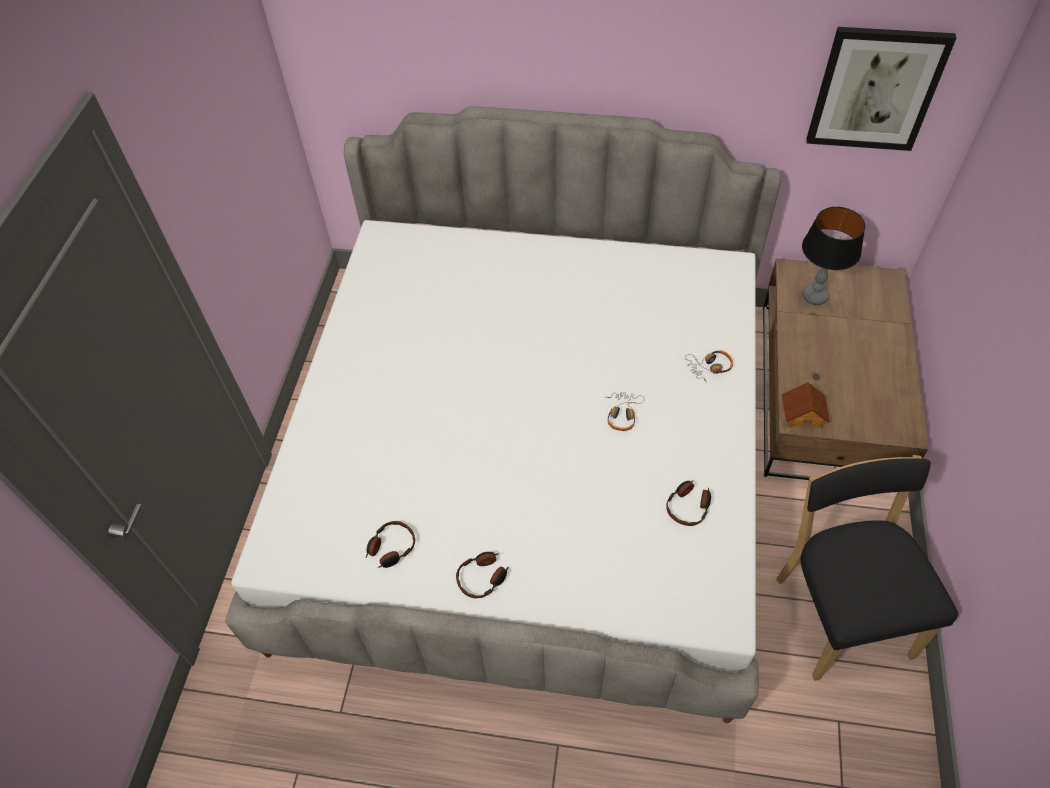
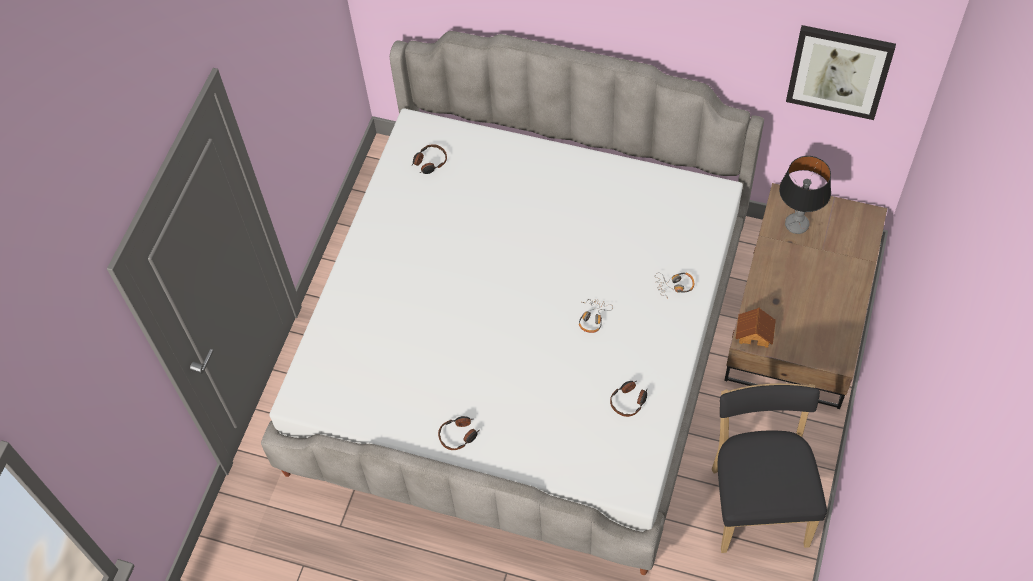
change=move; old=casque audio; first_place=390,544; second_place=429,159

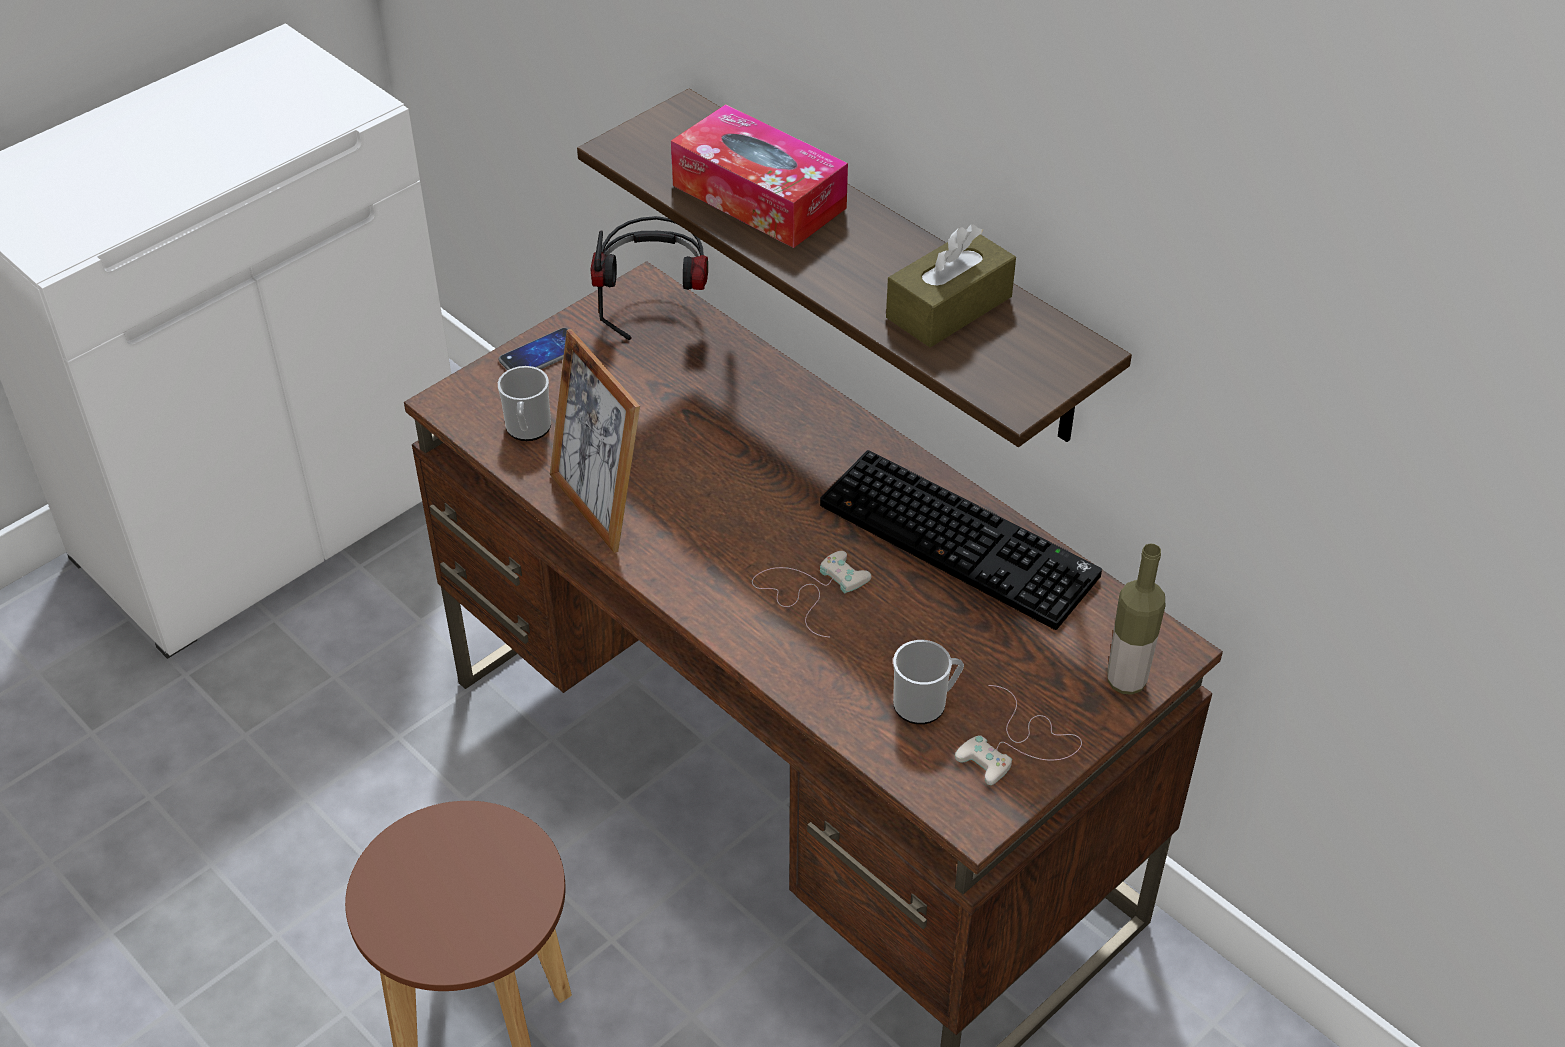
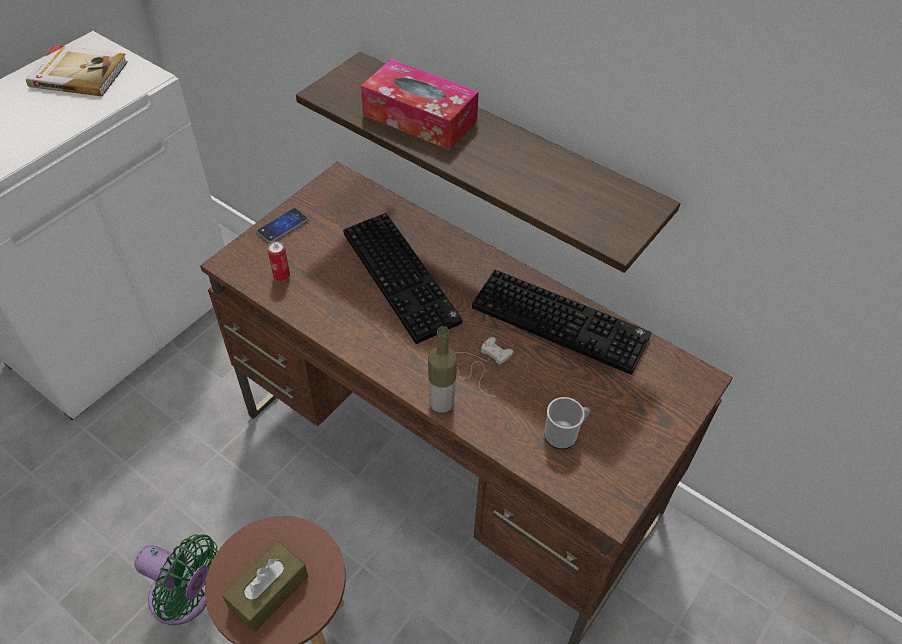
change=delete; old=casque audio; first_place=649,278
change=move; old=boîte à mouchoirs [marron]; first_place=951,285; second_place=265,586
change=delete; old=cadre photo; first_place=595,441
change=replace; old=mug; new=boîte métallique; first_place=524,403; second_place=279,261
change=move; old=bouteille; first_place=1136,619; second_place=442,370
change=delete; old=manette [blanc]; first_place=1018,735
change=insert; new=livre; second_place=77,70
change=insert; new=clavier; second_place=402,278
change=insert; new=ventilateur [vert]; second_place=176,579

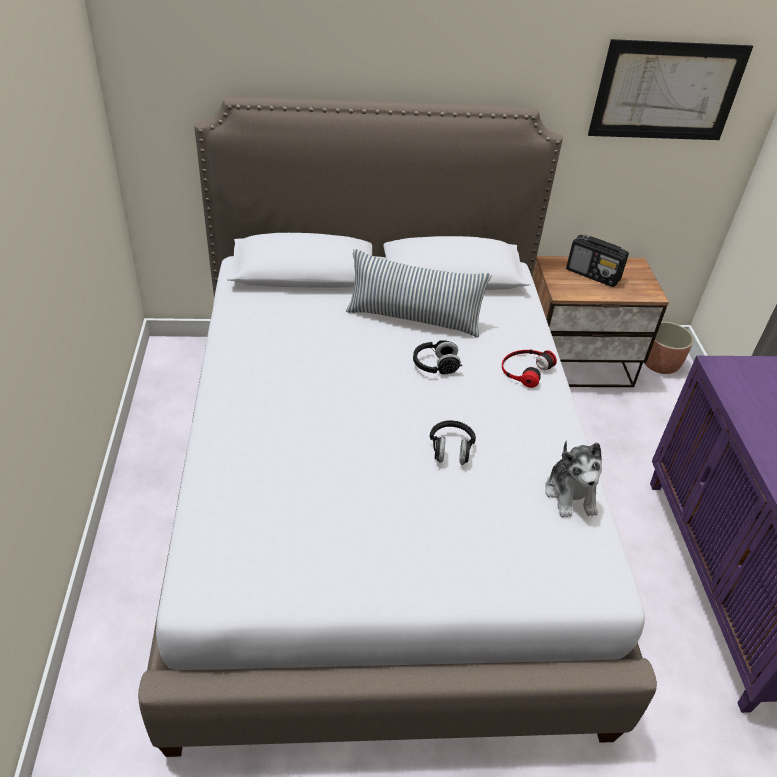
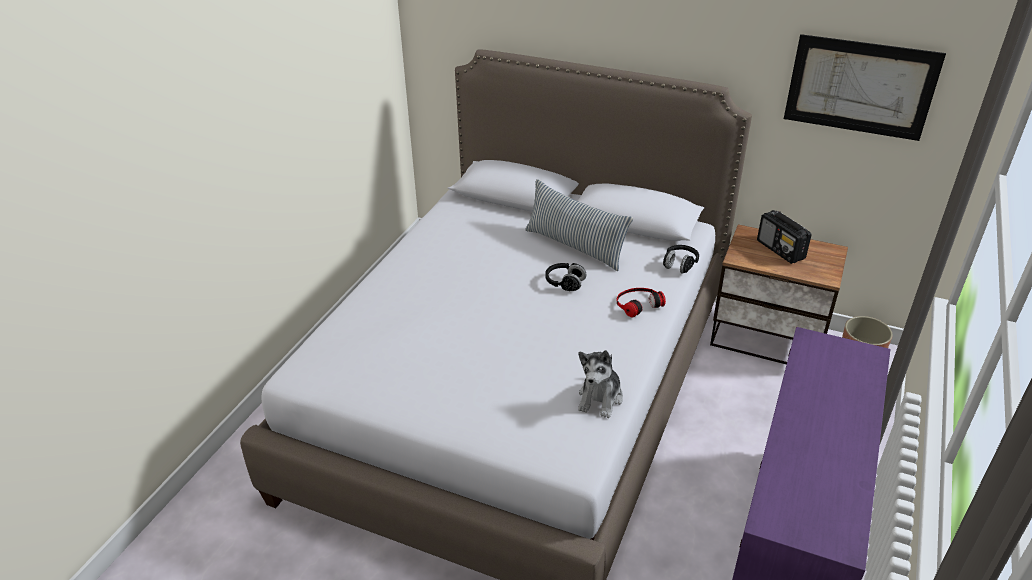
change=move; old=casque audio [noir]; first_place=453,442; second_place=681,259

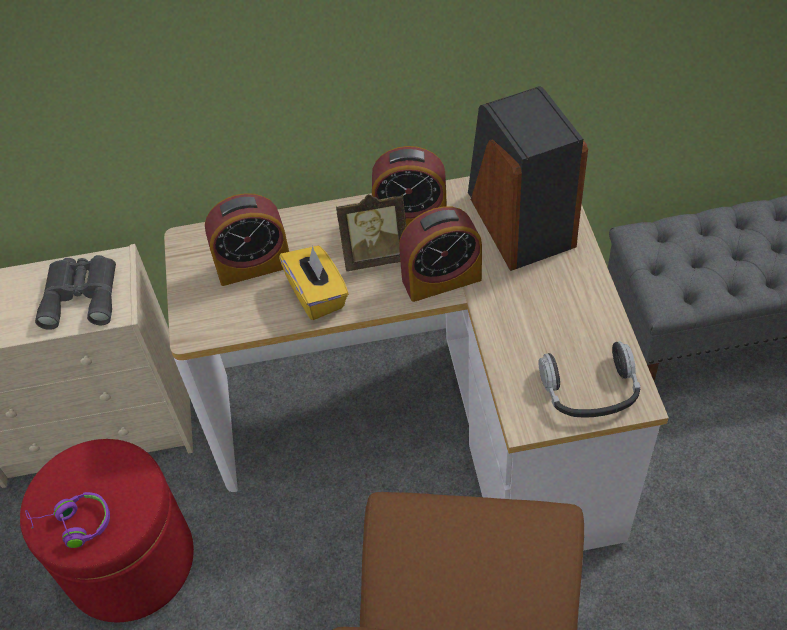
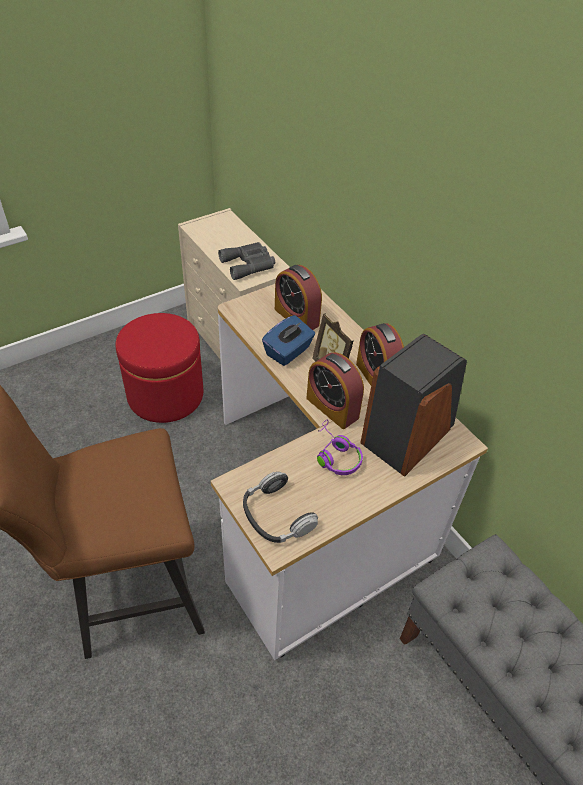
change=recolor; old=boîte à mouchoirs [jaune]; new=boîte à mouchoirs [bleu]; first_place=314,283; second_place=288,340
change=move; old=casque audio [violet]; first_place=67,520; second_place=340,447

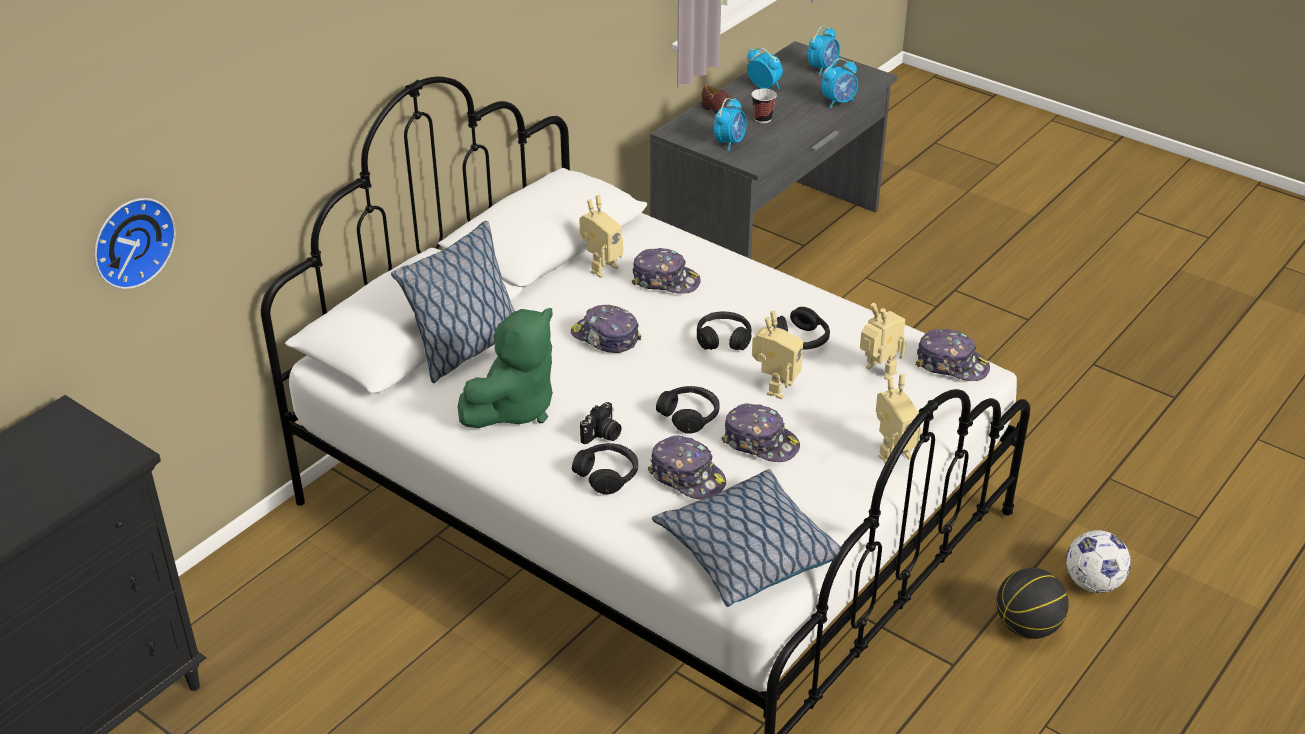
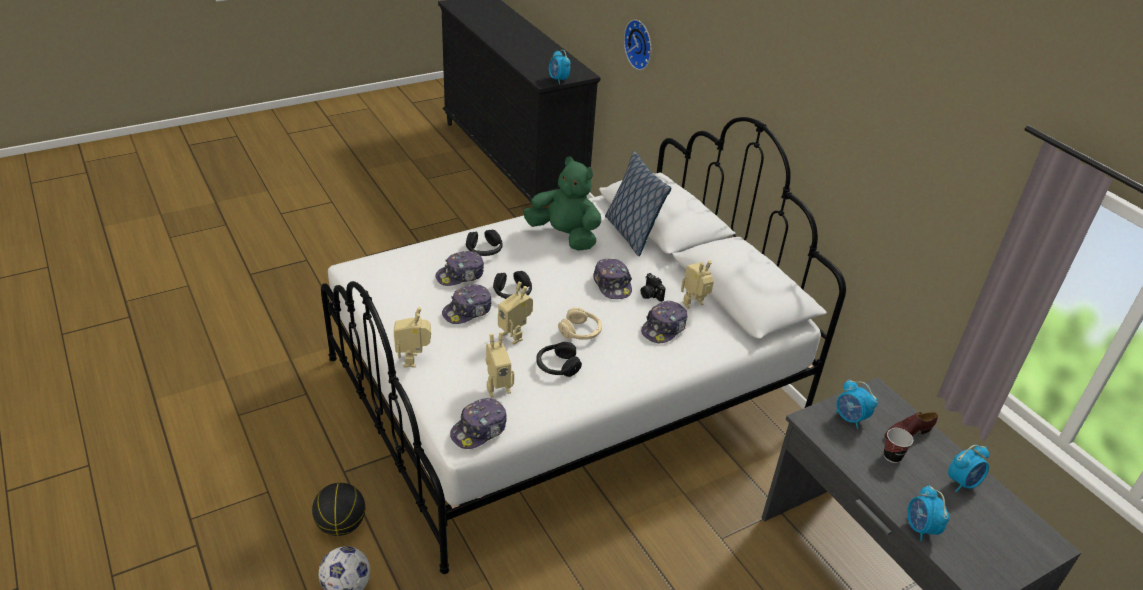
change=move; old=réveil; first_place=824,50; second_place=559,67
change=rotate; old=robot jouet; first_place=601,236; second_place=697,284; degrees=90
change=rotate; old=casquette; first_place=606,329; second_place=612,279; degrees=105
change=rotate; old=peluche [vert]; first_place=505,368; second_place=562,204; degrees=150
change=recolor; old=casque audio [noir]; new=casque audio [beige]; first_place=724,331; second_place=580,323
change=move; old=appareil photo; first_place=600,423; second_place=653,287
change=delete; old=coussin; first_place=746,538

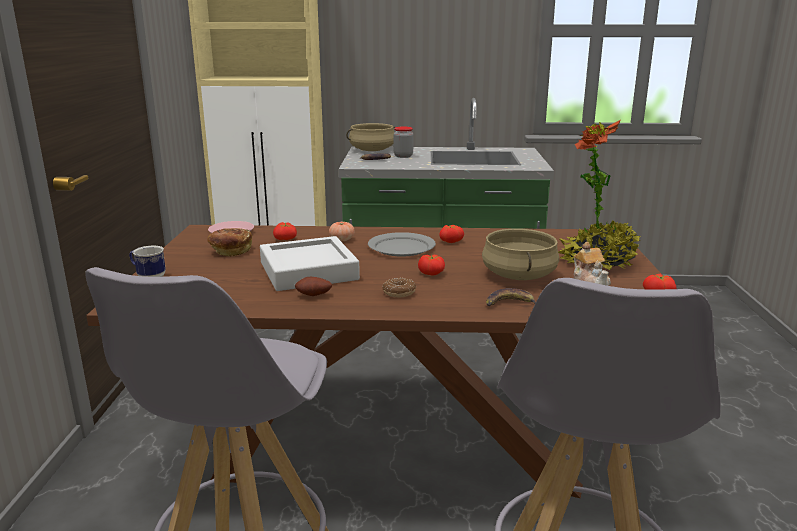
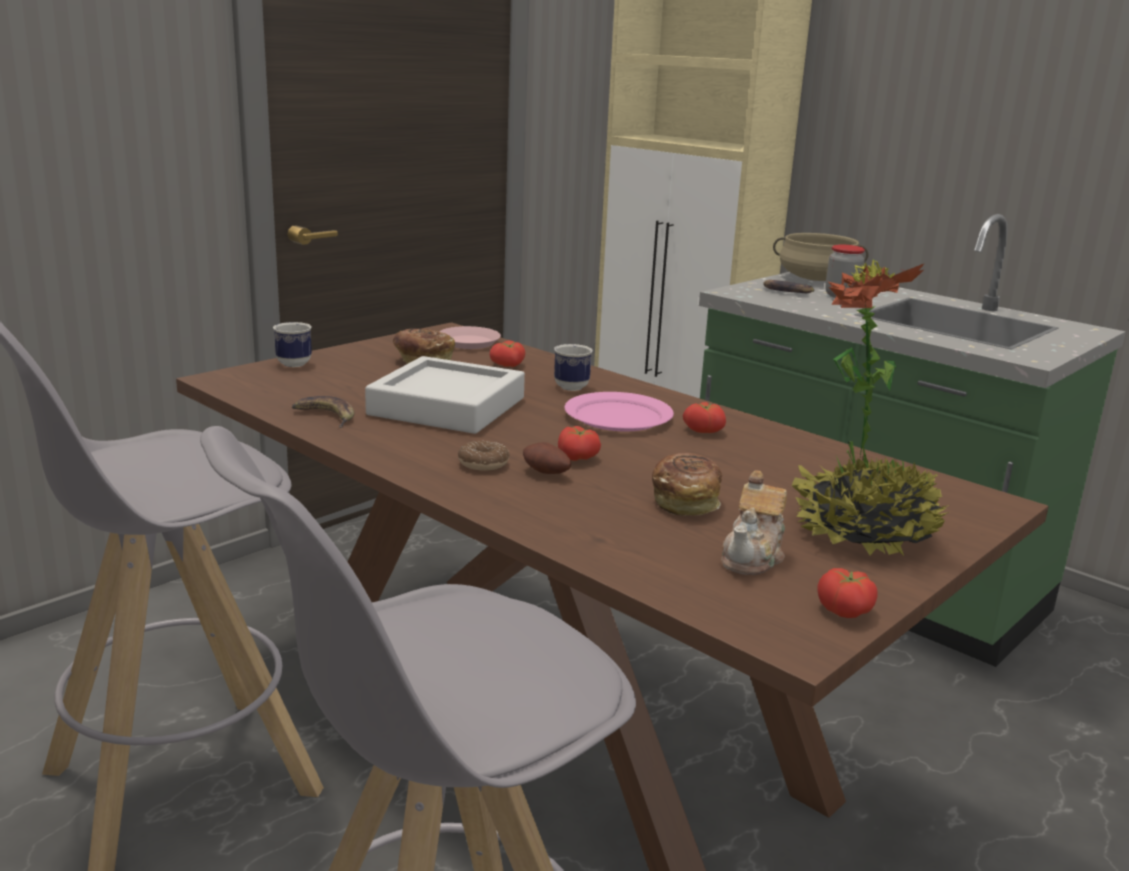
change=replace; old=tomate; new=mug; first_place=342,231; second_place=573,367
change=replace; old=marmite [beige]; new=pain; first_place=520,254; second_place=687,484
change=recolor; old=assiette [gris]; new=assiette [rose]; first_place=402,244; second_place=619,411
change=move; old=pomme de terre; first_place=313,286; second_place=547,458
change=move; old=banane; first_place=511,297; second_place=323,412

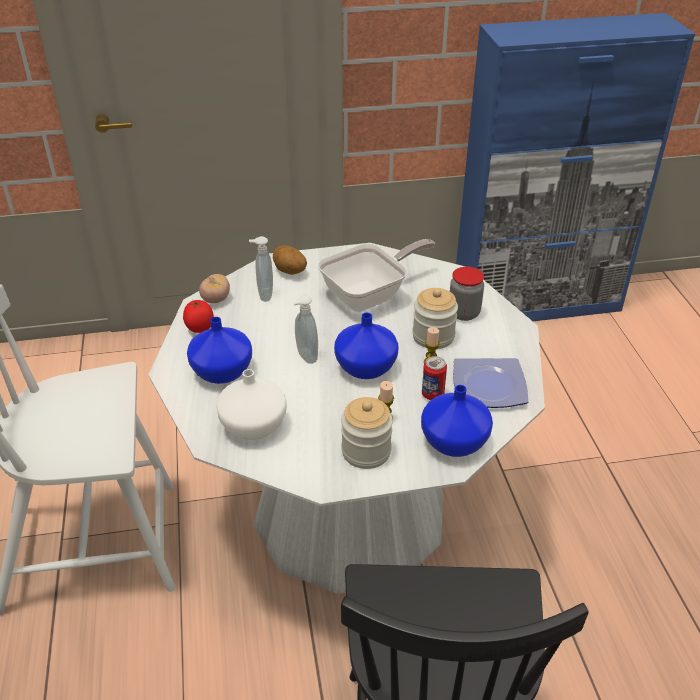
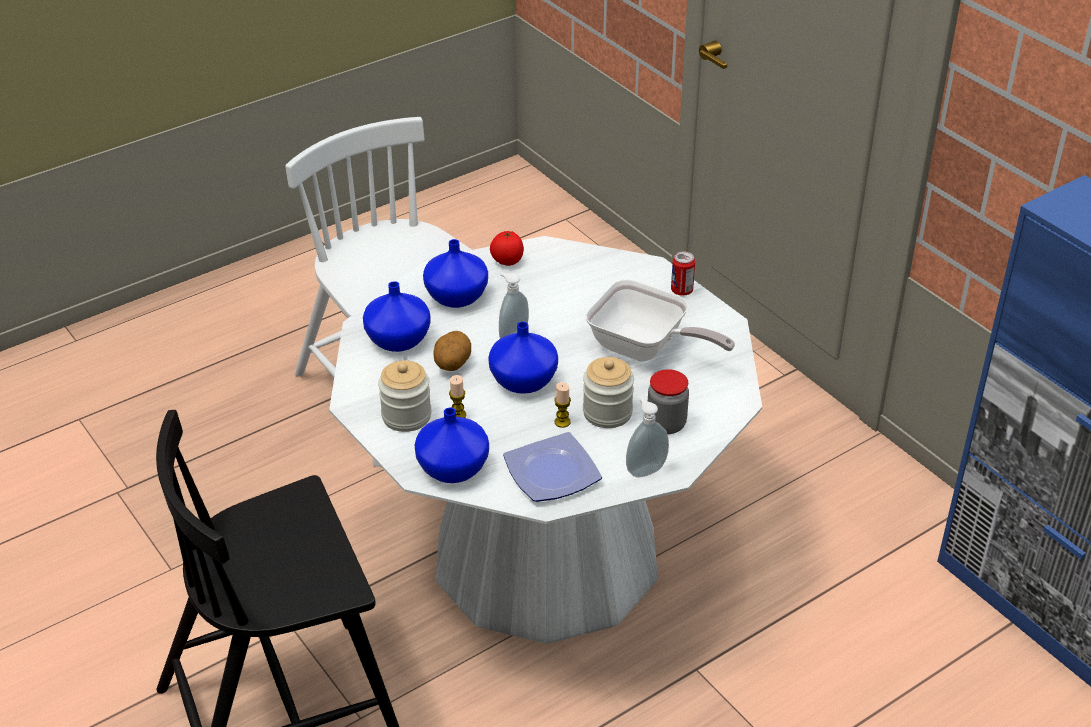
change=move; old=distributeur de savon; first_place=261,269; second_place=647,438
change=move; old=pomme de terre; first_place=290,260; second_place=452,351
change=delete; old=tomate; first_place=214,288
change=move; old=boîte métallique; first_place=434,378; second_place=683,274
change=recolor; old=vase [blanc]; new=vase [bleu]; first_place=251,404; second_place=397,316

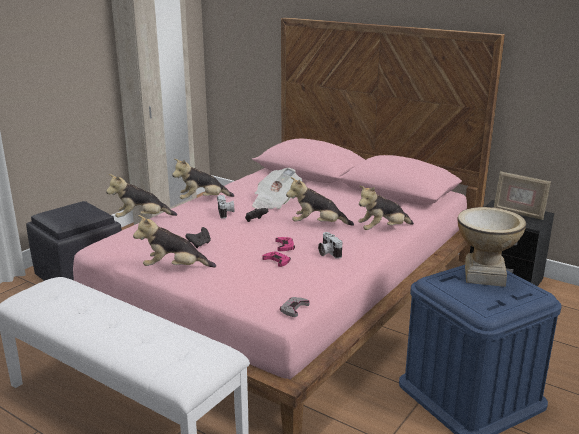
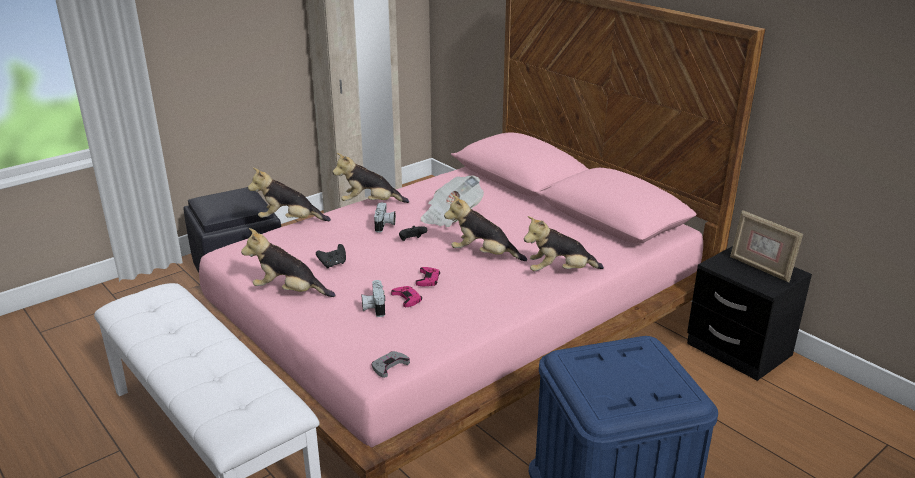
change=delete; old=vase; first_place=491,247
change=move; old=appareil photo; first_place=330,245; second_place=373,298

